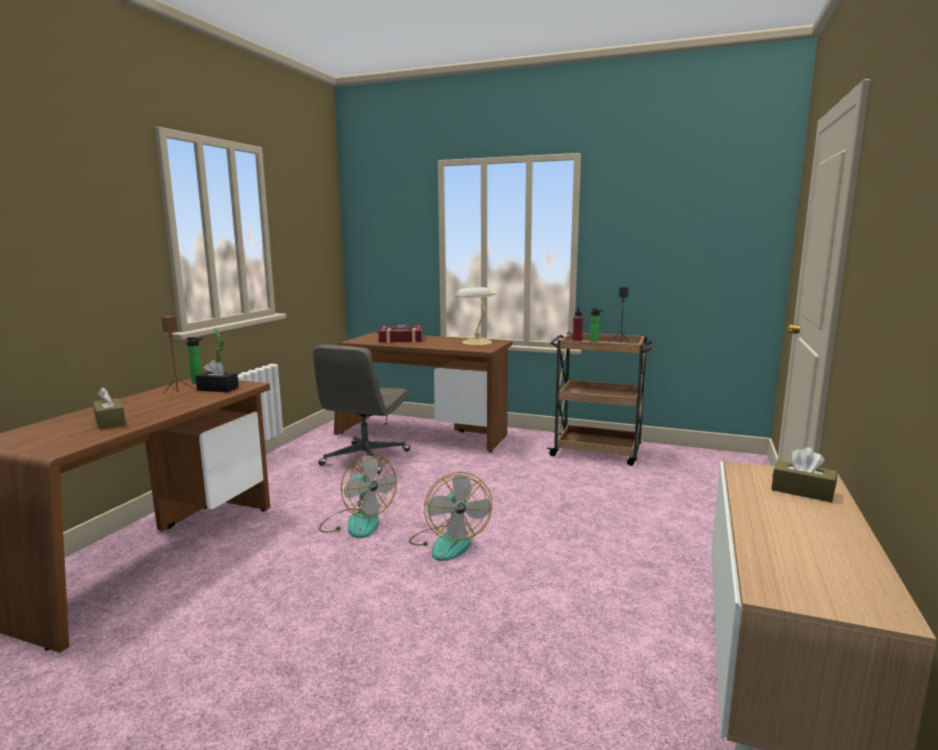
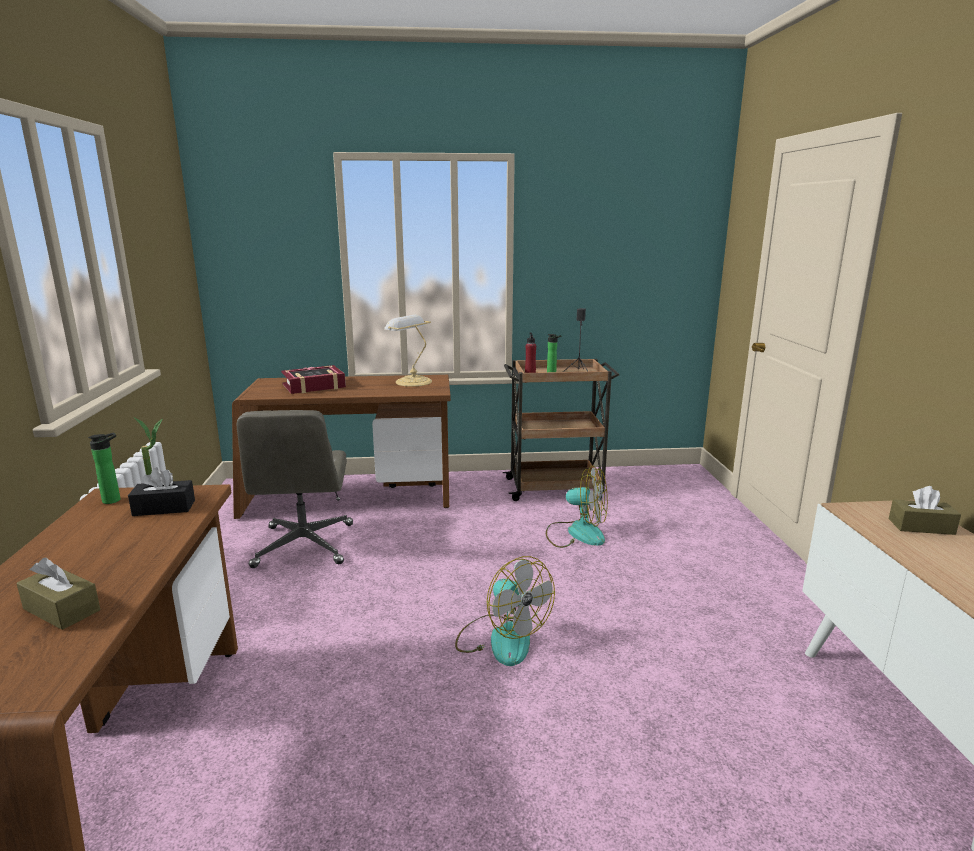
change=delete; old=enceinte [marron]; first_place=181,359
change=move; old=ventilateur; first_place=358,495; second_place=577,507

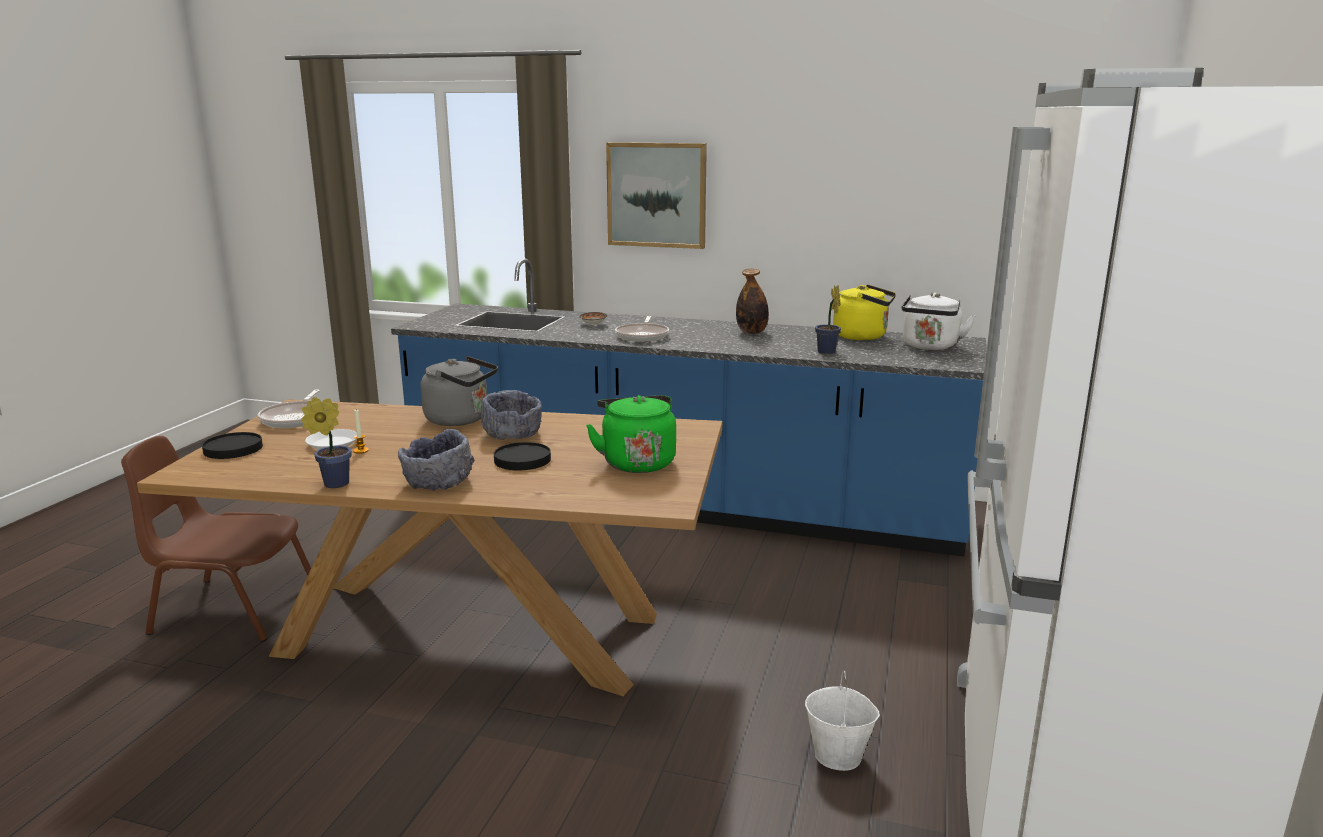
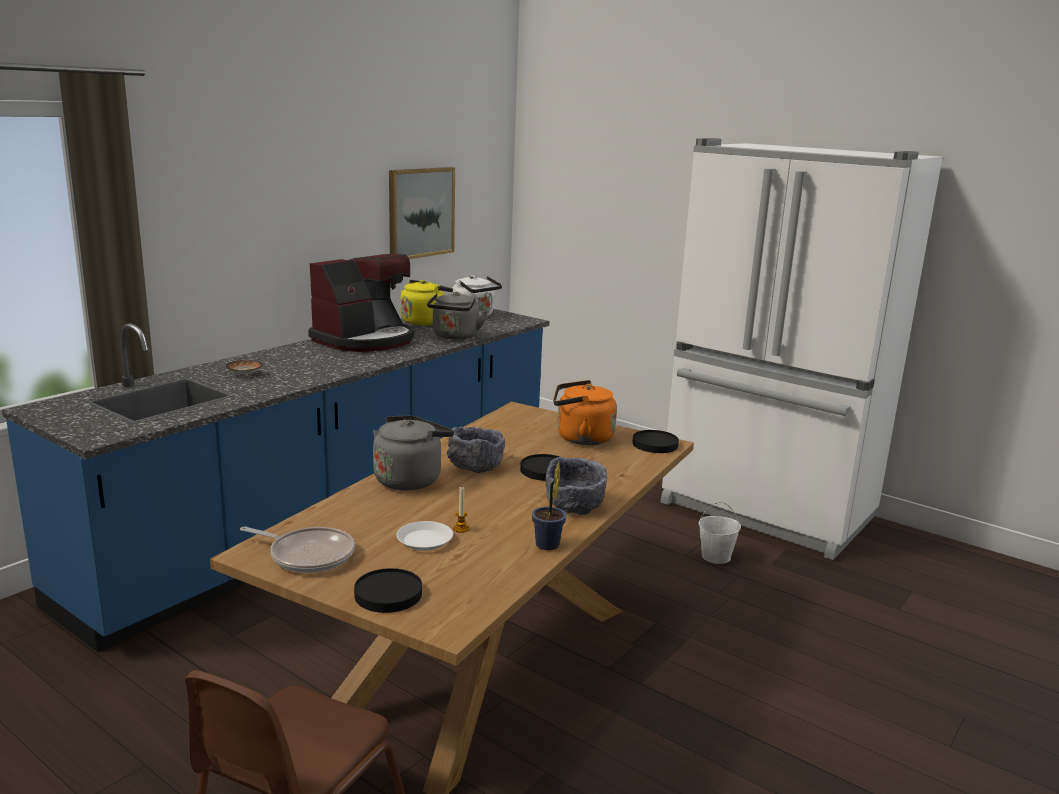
change=move; old=tableau; first_place=656,195; second_place=422,213
change=replace; old=bouteille; new=machine à café; first_place=752,301; second_place=361,303
change=replace; old=plante en pot; new=bouilloire [gris]; first_place=828,319; second_place=457,316
change=delete; old=poêle; first_place=642,329
change=recolor; old=bouilloire [vert]; new=bouilloire [orange]; first_place=631,434; second_place=585,412
change=insert; new=assiette [noir]; second_place=655,441

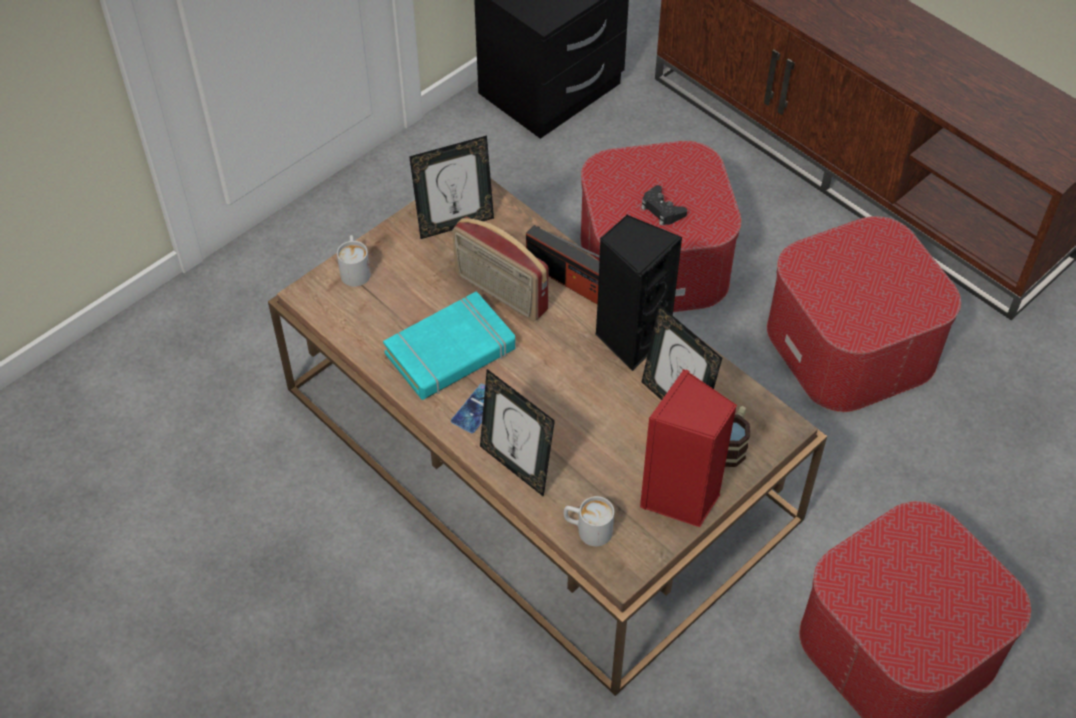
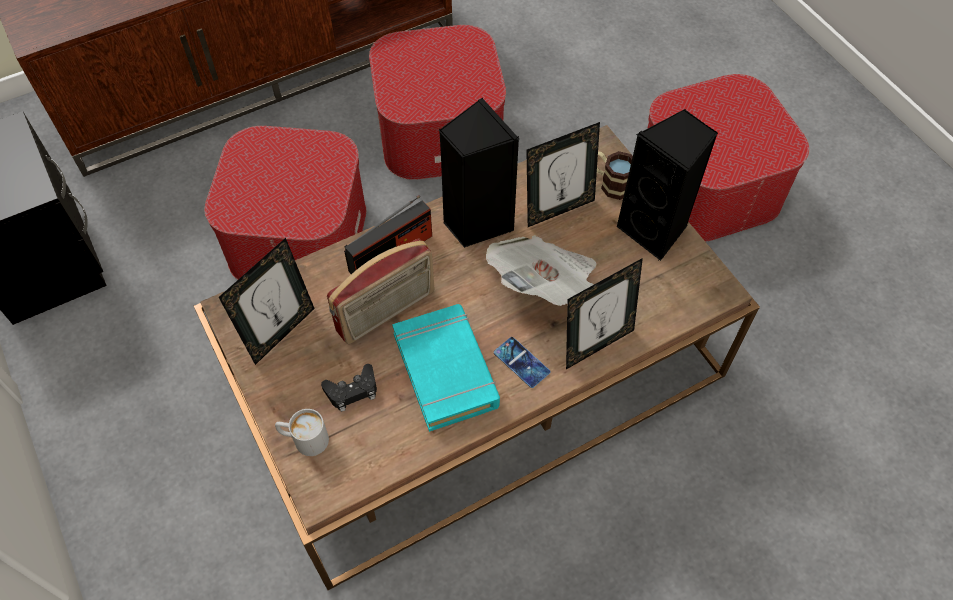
change=rotate; old=cadre photo; first_place=451,187; second_place=267,301; degrees=45
change=move; old=manette [noir]; first_place=664,205; second_place=349,388
change=recolor; old=enceinte [rouge]; new=enceinte [noir]; first_place=688,448; second_place=667,185
change=delete; old=mug [blanc]; first_place=589,521
change=insert; new=journal; second_place=541,270

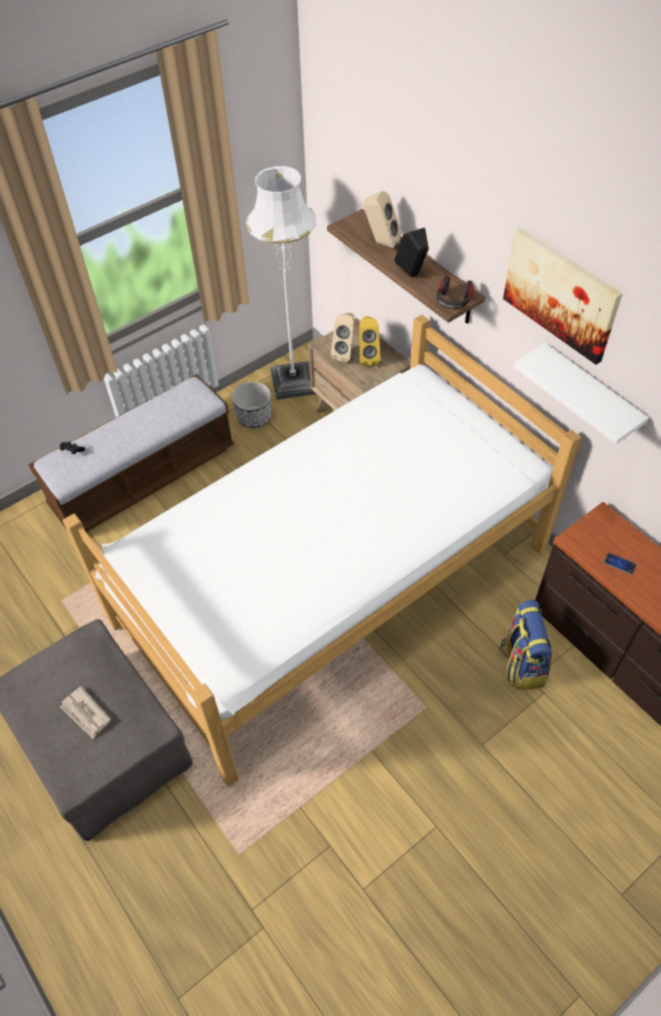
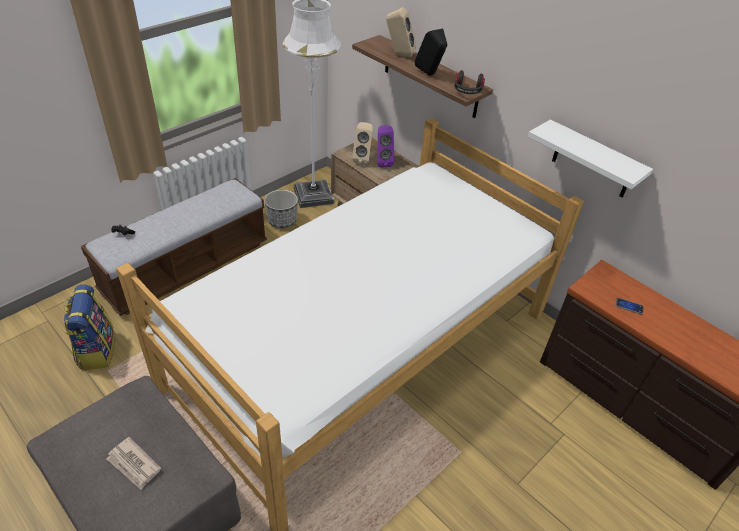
change=delete; old=tableau; first_place=562,296
change=recolor; old=enceinte [jaune]; new=enceinte [violet]; first_place=369,341; second_place=385,146
change=move; old=sac à dos; first_place=525,645; second_place=89,327

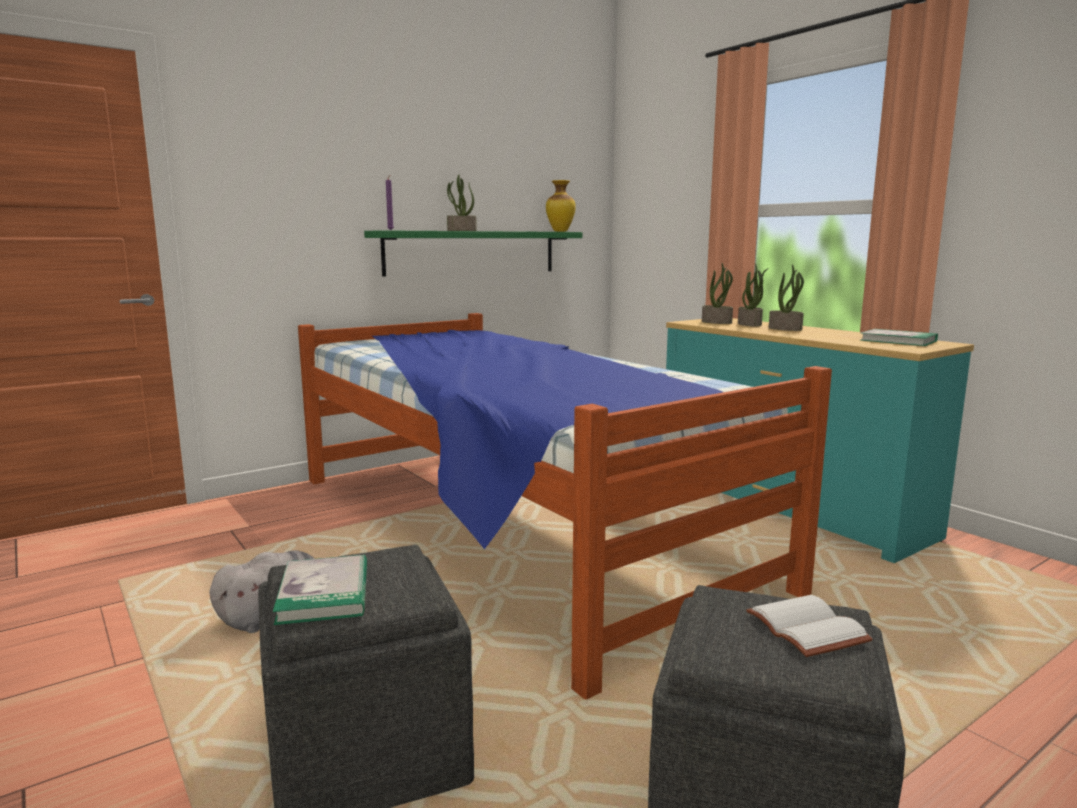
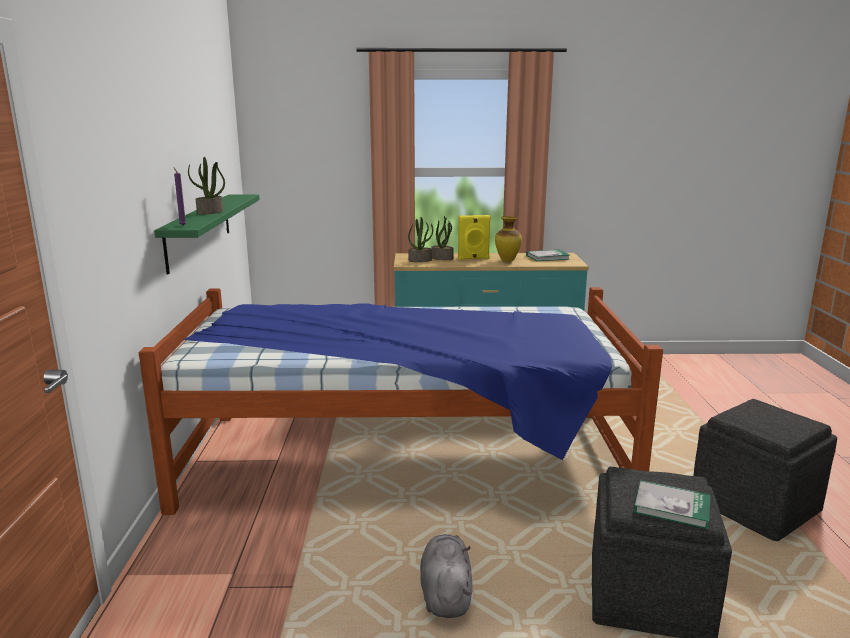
change=move; old=vase; first_place=561,206; second_place=508,239
change=replace; old=plante en pot; new=enceinte [jaune]; first_place=786,298; second_place=474,237
change=delete; old=livre [blanc]; first_place=809,626

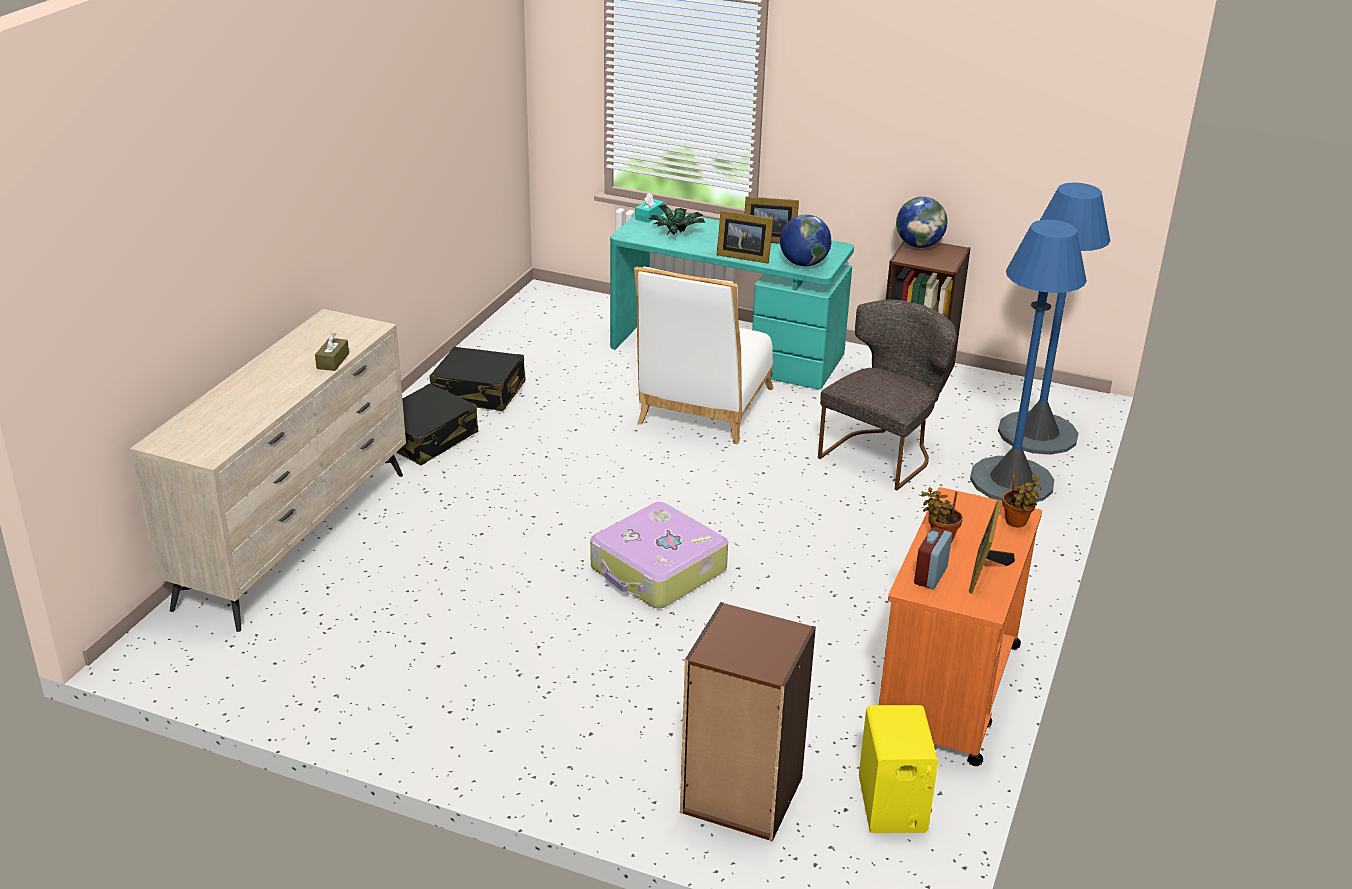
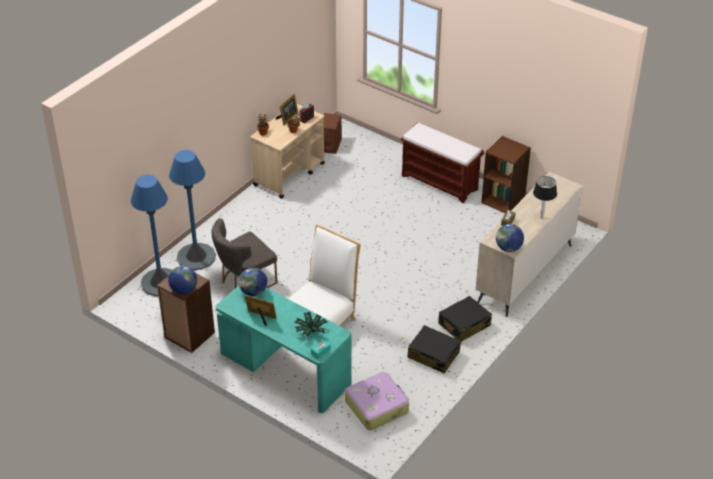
change=delete; old=cadre photo; first_place=745,236
change=recolor; old=chariot [orange]; new=chariot [beige]; first_place=960,626; second_place=287,151
change=move; old=valise; first_place=659,555; second_place=377,401
change=move; old=bibliothèque [marron]; first_place=748,722; second_place=506,174
change=recolor; old=enceinte [jaune]; new=enceinte [marron]; first_place=898,769; second_place=332,133
change=insert; new=banc [marron]; second_place=442,163
change=insert; new=lampe de table; second_place=545,197
change=insert; new=globe; second_place=510,238

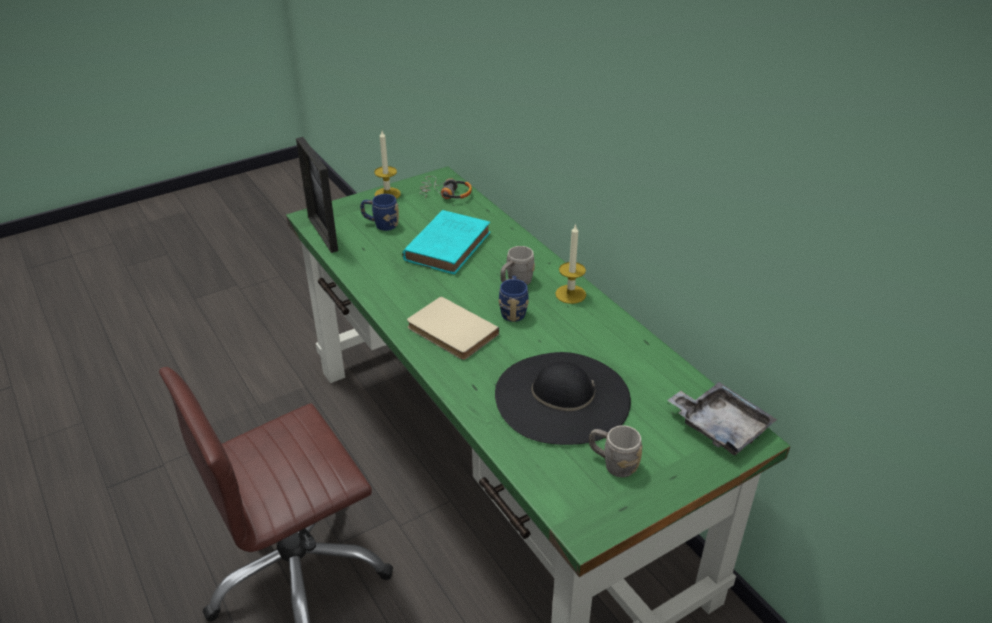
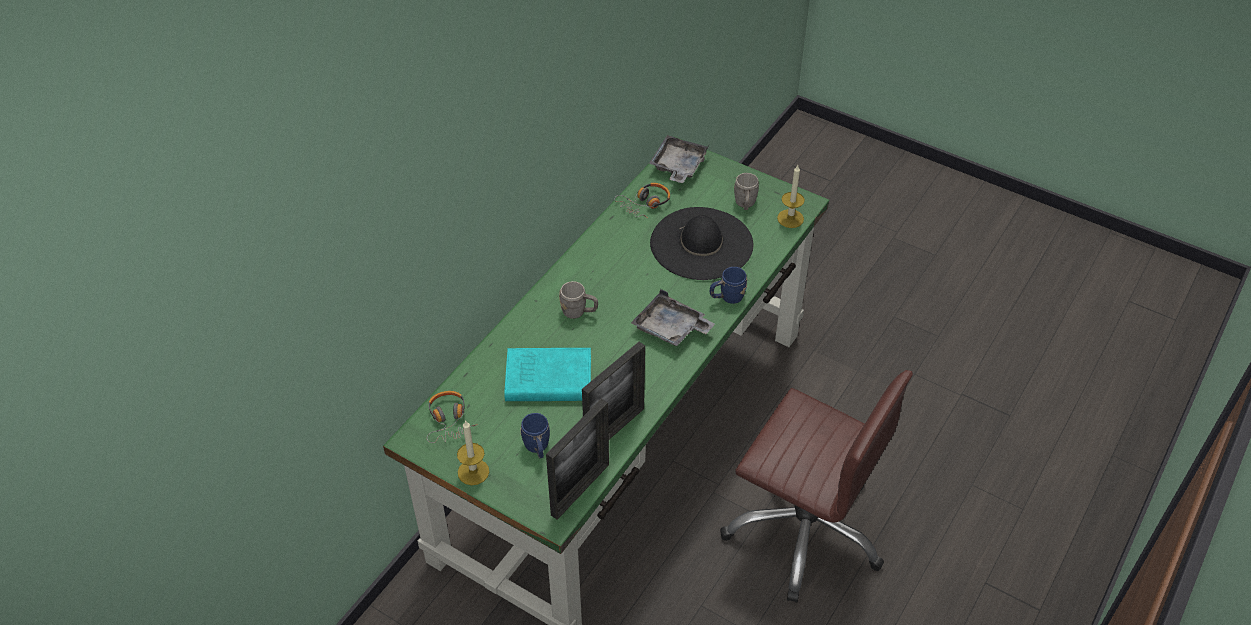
change=move; old=bougie; first_place=570,263; second_place=791,196
change=move; old=mug [bleu]; first_place=513,299; second_place=728,285
change=replace; old=livre [beige]; new=plateau [gris]; first_place=453,328; second_place=673,317
change=insert; new=casque audio; second_place=642,200
change=insert; new=cadre photo; second_place=613,390

